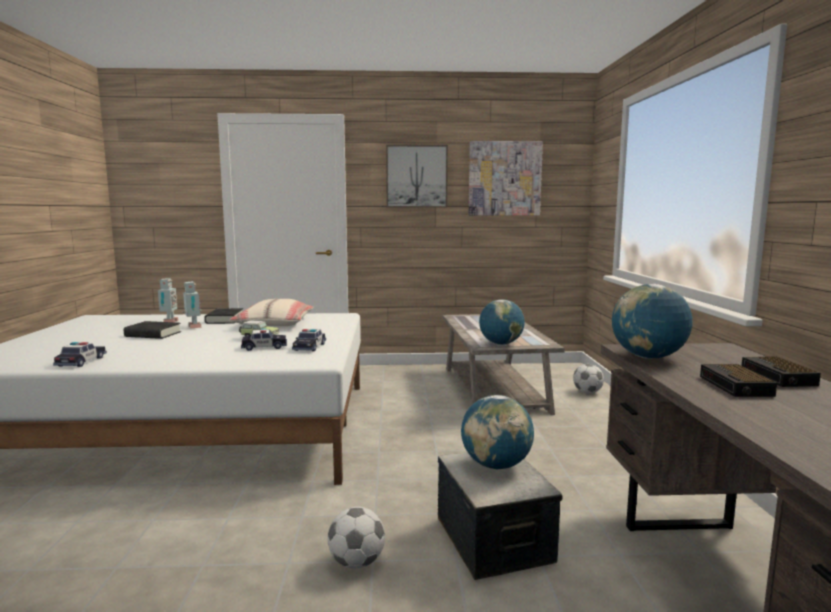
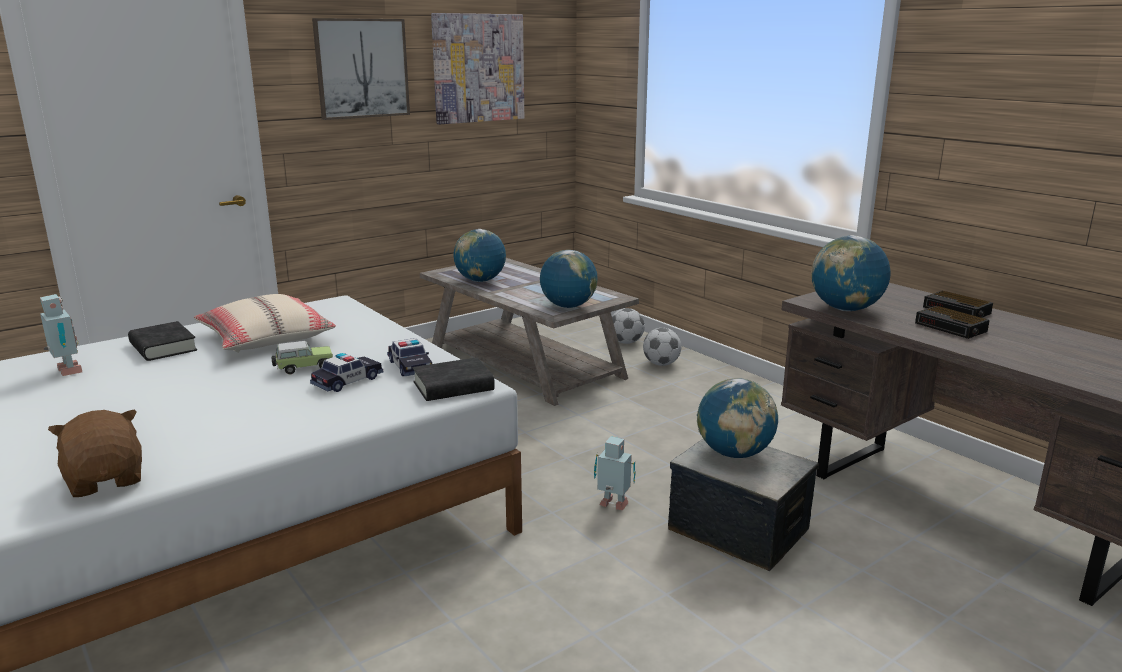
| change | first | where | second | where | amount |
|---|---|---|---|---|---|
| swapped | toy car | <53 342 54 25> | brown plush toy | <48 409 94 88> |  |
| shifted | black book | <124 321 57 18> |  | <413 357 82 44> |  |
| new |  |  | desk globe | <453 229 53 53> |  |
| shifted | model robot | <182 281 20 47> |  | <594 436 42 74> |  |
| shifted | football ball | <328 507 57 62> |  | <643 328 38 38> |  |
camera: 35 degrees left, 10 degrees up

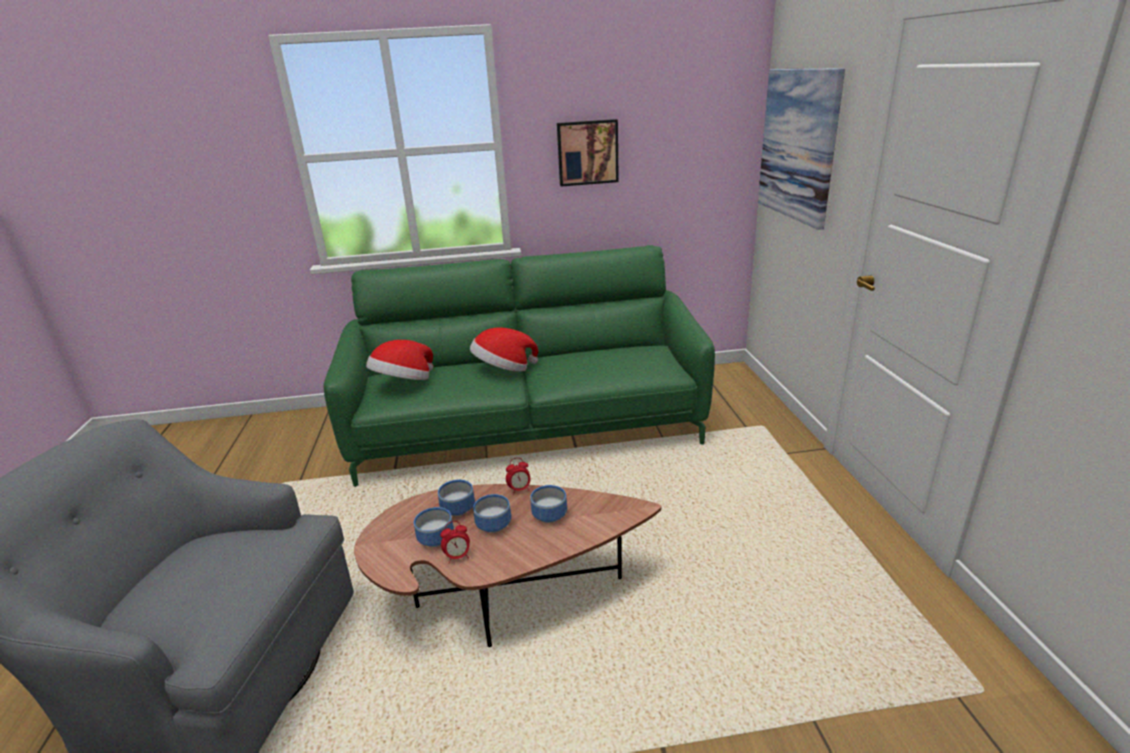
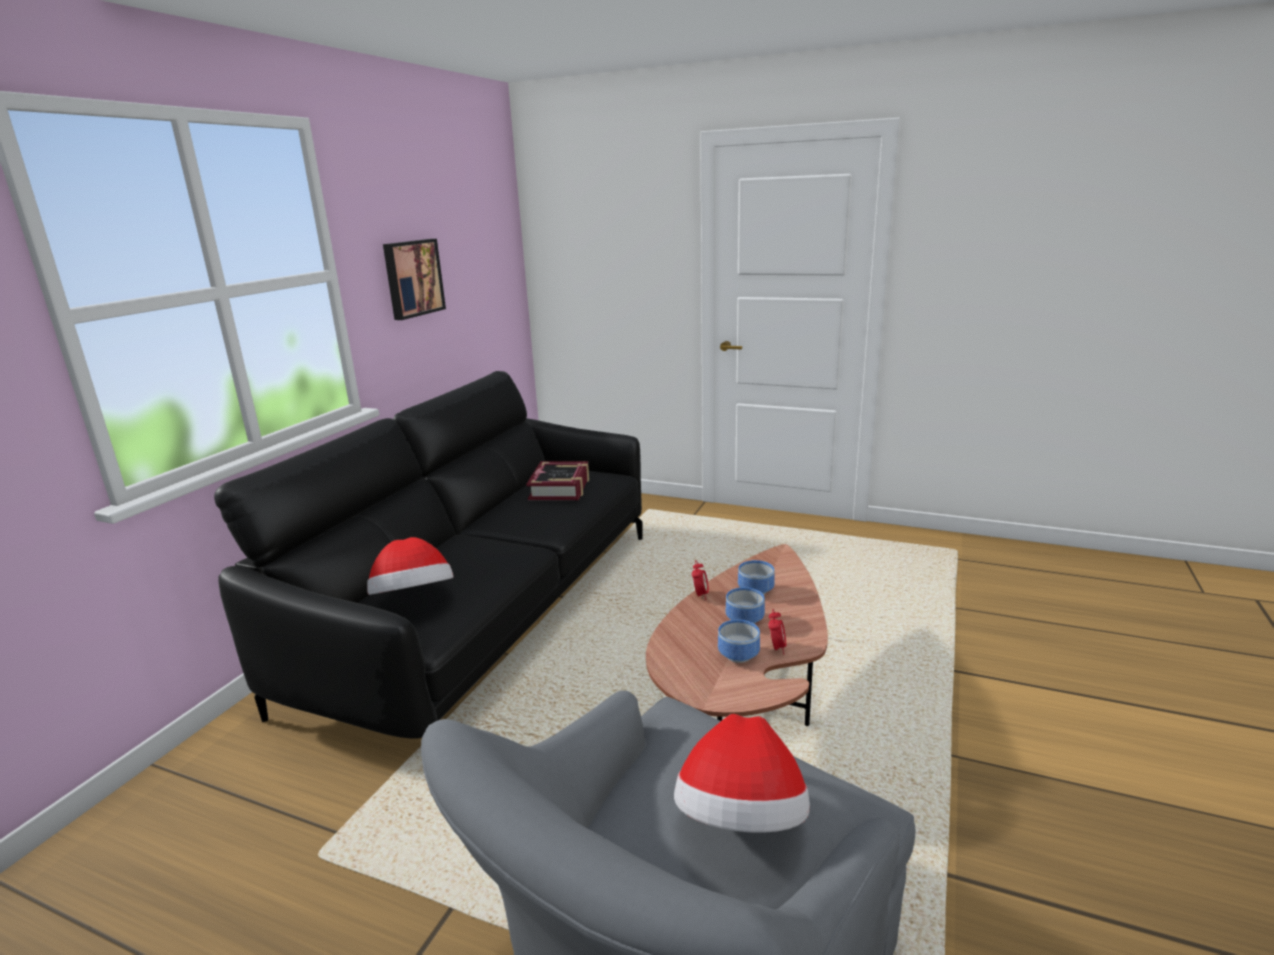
| change | first | where | second | where | amount |
|---|---|---|---|---|---|
| repainted | green settee | <324 245 391 242> | black settee | <214 371 429 368> |  |
| new |  |  | book | <526 461 63 39> |  |
| shifted | wearable hat | <470 328 68 44> |  | <674 714 136 119> |  |
| gone | deep dish | <438 480 37 36> |  |  |  |
| gone | wall picture | <758 68 87 162> |  |  |  |
camera: 60 degrees left, 5 degrees down

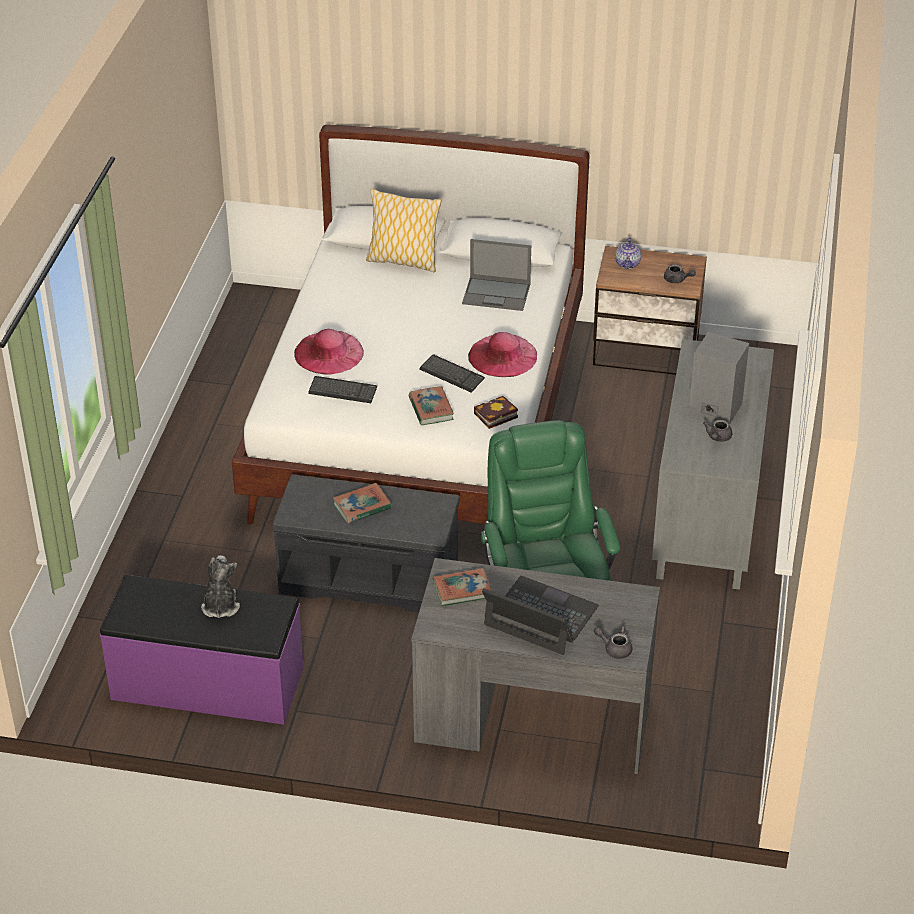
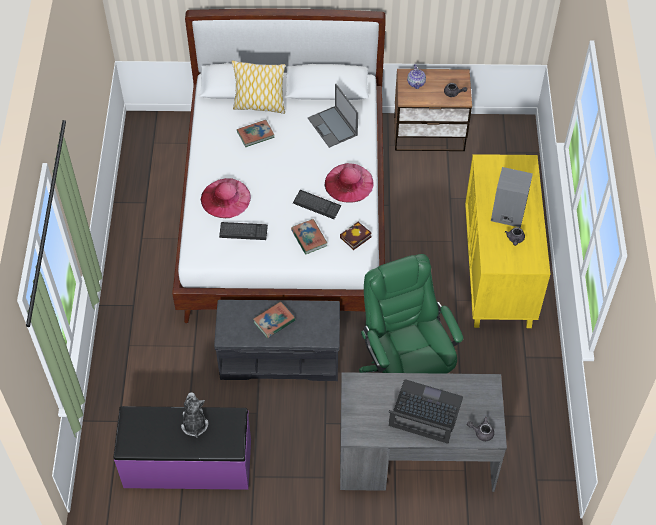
| change | first | where | second | where | amount |
|---|---|---|---|---|---|
| shifted | book | <433 568 59 38> |  | <237 120 38 27> |  |
| rotated | laptop | <462 239 69 72> |  | <308 84 50 64> | 60 degrees clockwise |
| repainted | grey drawer chest | <652 339 122 251> | yellowish drawer chest | <465 154 85 174> |  |
camera: 10 degrees left, 15 degrees up

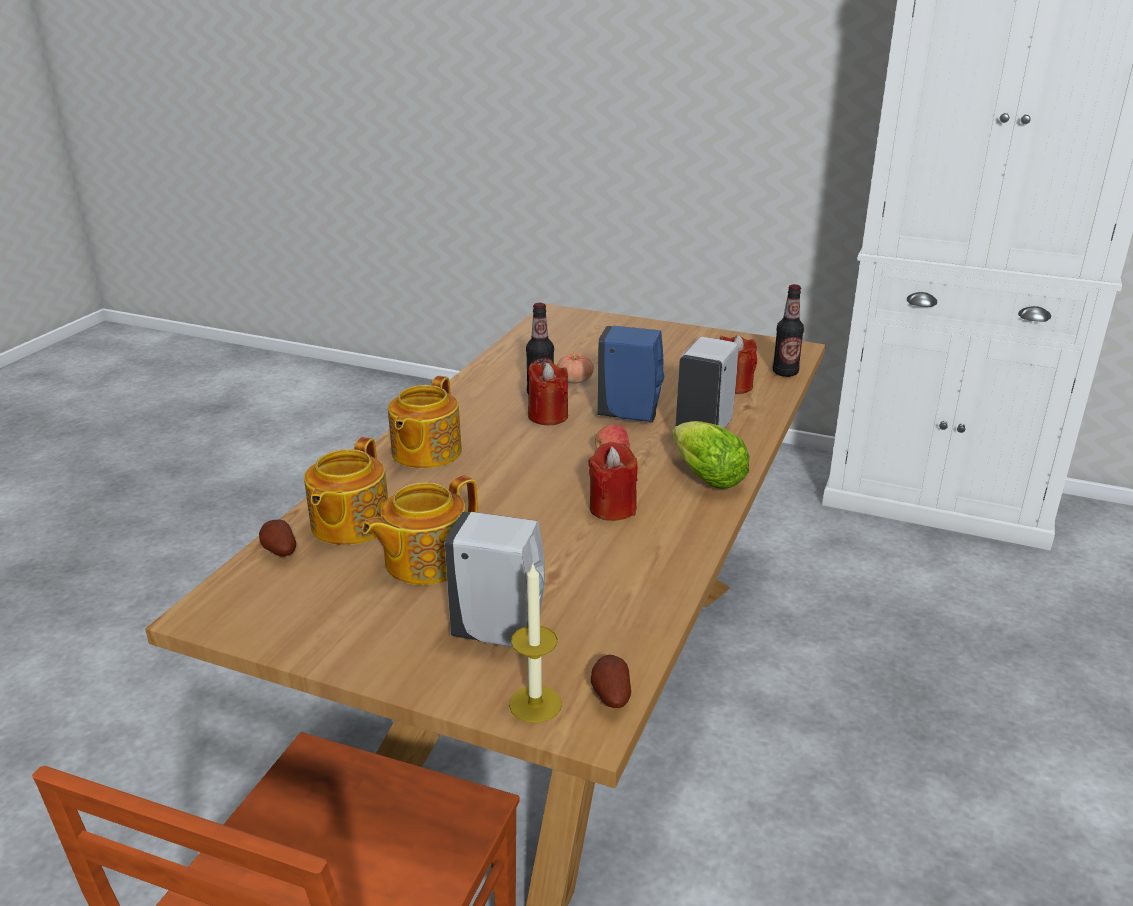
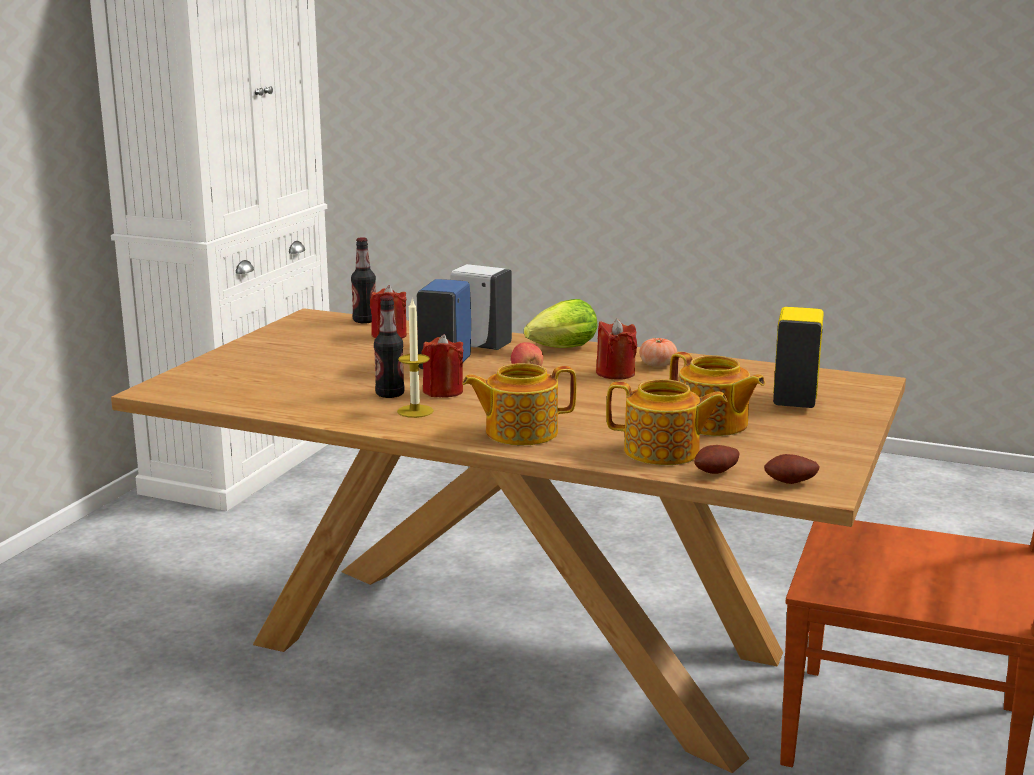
| change | first | where | second | where | amount |
|---|---|---|---|---|---|
| shifted | candle | <509 564 53 159> |  | <397 297 37 121> |  |
| rotated | pot for tea | <388 376 74 92> |  | <462 363 114 82> | 150 degrees clockwise |
| shifted | tomato | <557 354 37 29> |  | <639 338 38 29> |  |
| shifted | whole potato | <591 655 40 53> |  | <764 454 56 30> |  |
| repainted | white soap dispenser | <445 512 100 135> | yellowish soap dispenser | <773 307 51 101> |  |
camera: 90 degrees left, 10 degrees down

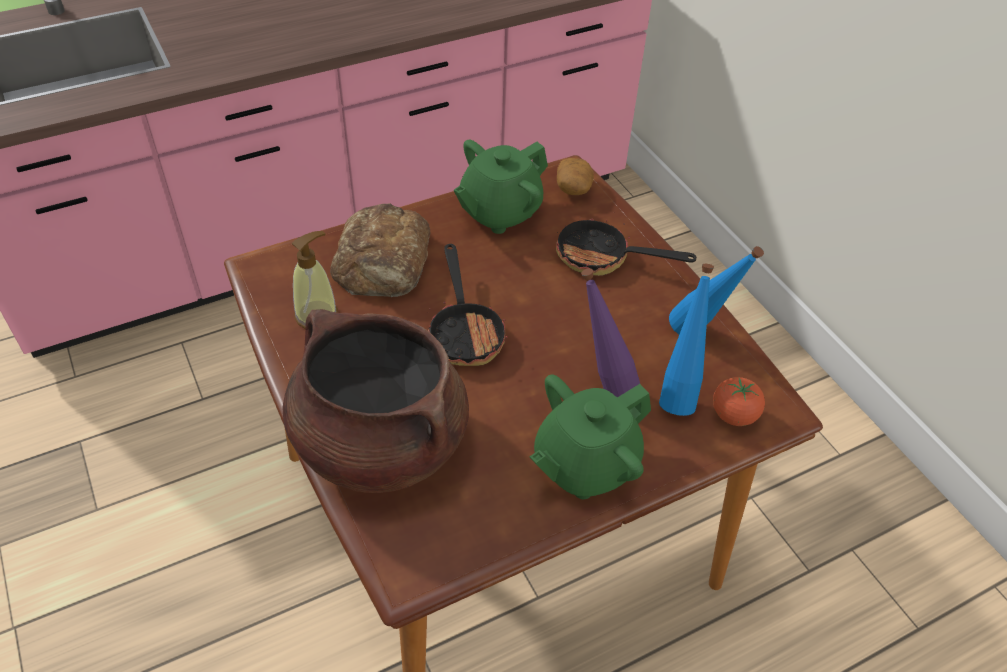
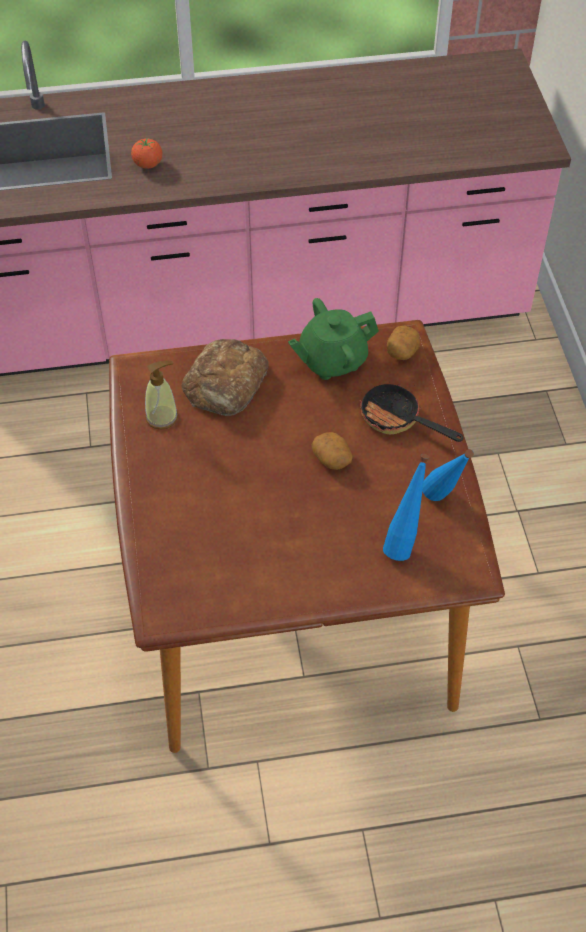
| change | first | where | second | where | amount |
|---|---|---|---|---|---|
| shifted | tomato | <713 377 52 49> |  | <131 138 31 31> |  |
| new |  |  | whole potato | <312 432 41 38> |  |
| gone | brown saucepot | <283 309 186 184> |  |  |  |
| gone | pan | <428 244 79 122> |  |  |  |
| gone | green pot for tea | <530 374 121 125> |  |  |  |
| gone | purplish drink bottle | <581 268 59 129> |  |  |  |
camera: 20 degrees right, 5 degrees up

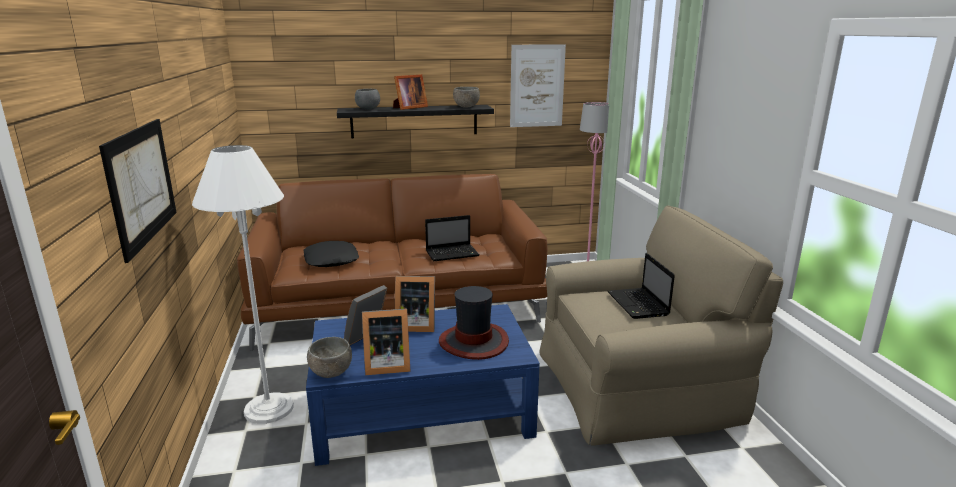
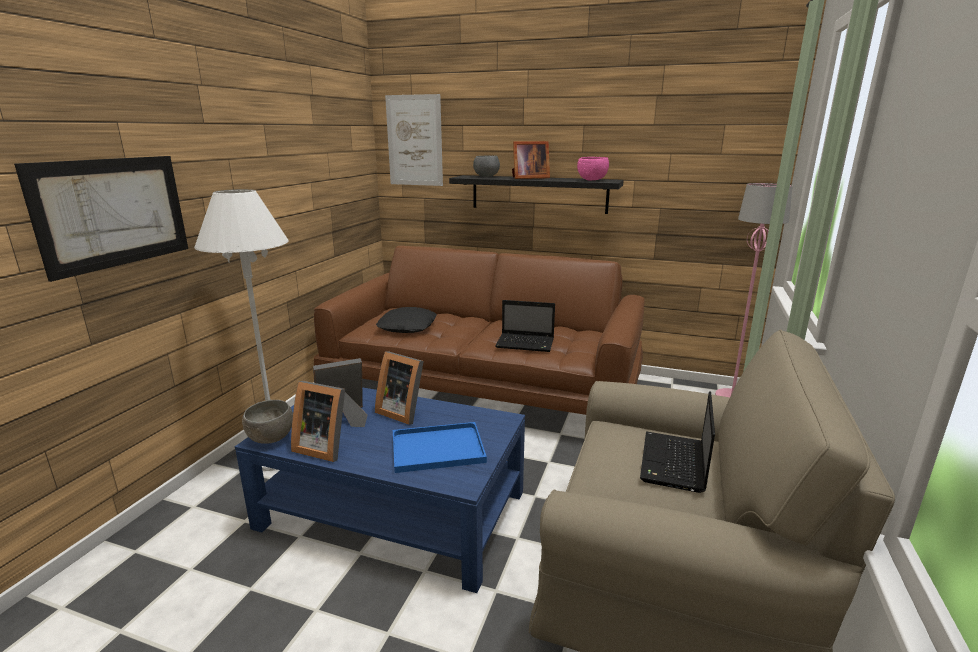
| change | first | where | second | where | amount |
|---|---|---|---|---|---|
| shifted | wall picture | <510 44 56 83> |  | <385 94 58 92> |  |
| swapped | wearable hat | <439 286 70 74> | bluish carrying tray | <393 422 94 51> |  |
| repainted | grey deep dish | <453 87 27 20> | pink deep dish | <577 157 32 24> |  |
camera: 30 degrees right, 0 degrees up

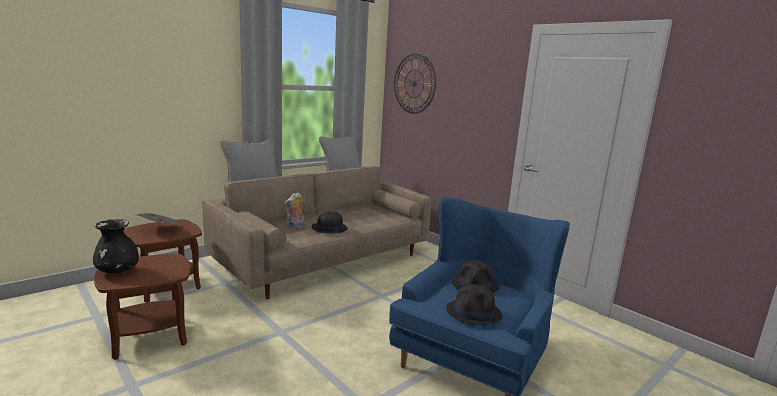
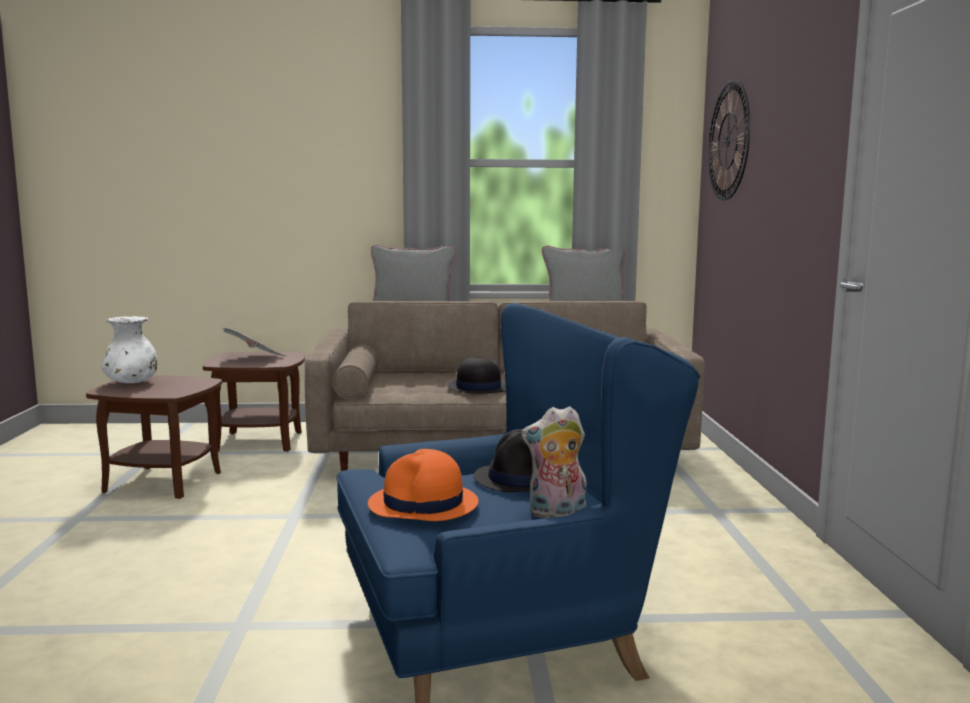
| change | first | where | second | where | amount |
|---|---|---|---|---|---|
| repainted | black vase | <93 219 46 55> | white vase | <101 316 56 67> |  |
| repainted | black wearable hat | <446 284 56 41> | orangey wearable hat | <368 449 111 72> |  |
| shifted | plush toy | <284 192 20 37> |  | <521 406 66 112> |  |
camera: 40 degrees right, 5 degrees down

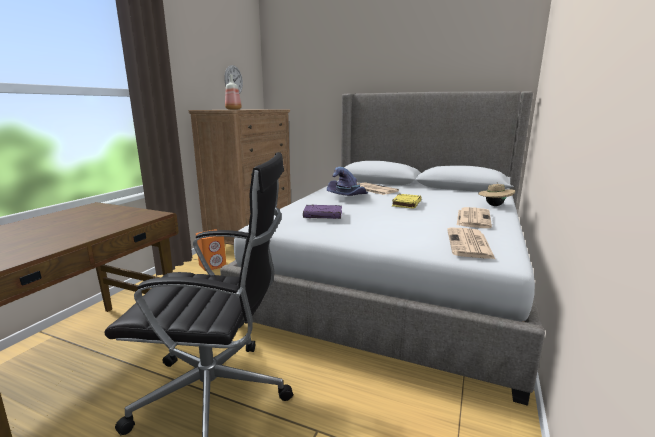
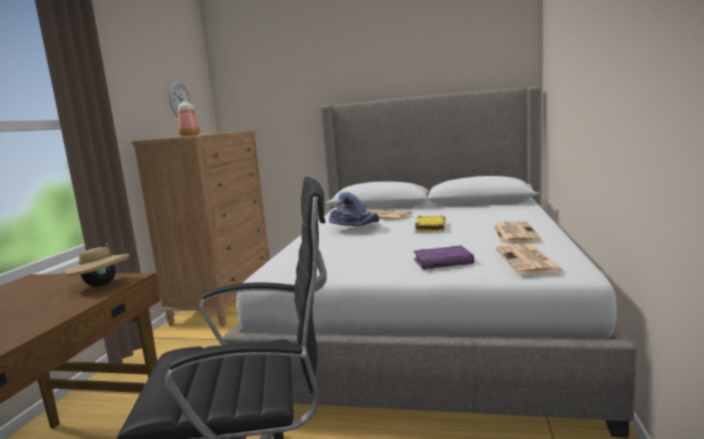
| change | first | where | second | where | amount |
|---|---|---|---|---|---|
| shifted | sand-coloured wearable hat | <478 182 37 24> |  | <64 243 65 44> |  |
| shifted | purplish book | <303 204 39 15> |  | <413 246 61 23> |  |
| gone | orangey loudspeaker | <196 229 30 42> |  |  |  |
camera: 10 degrees left, 5 degrees down

